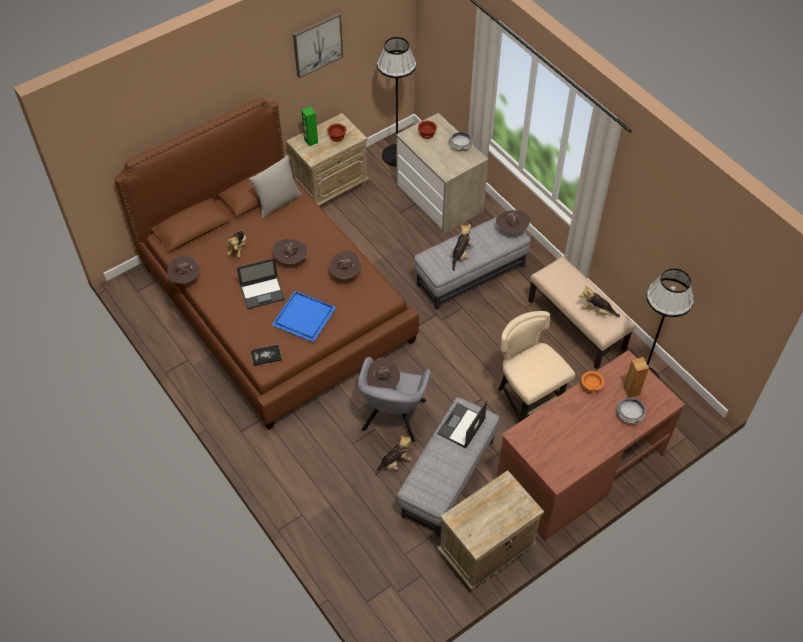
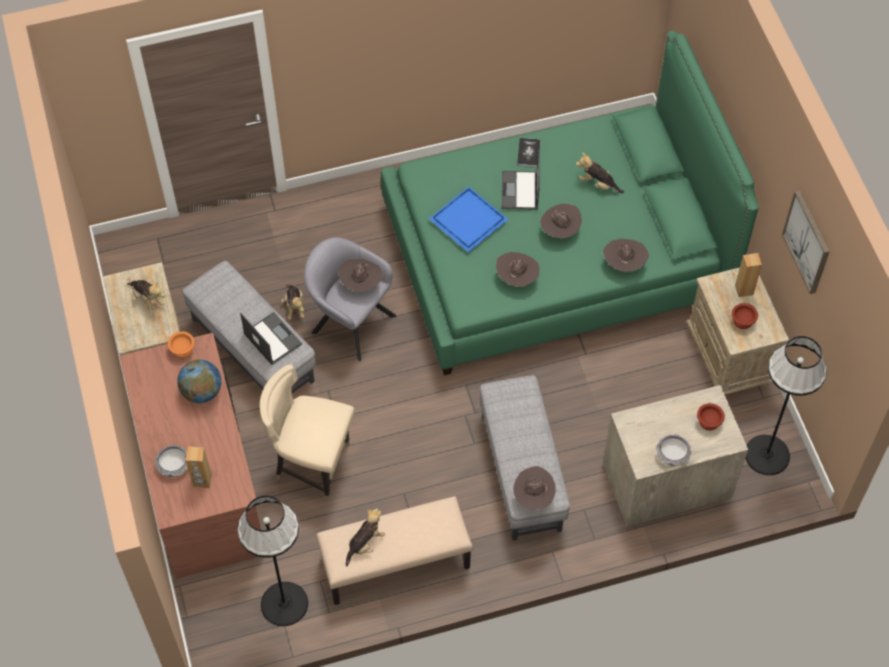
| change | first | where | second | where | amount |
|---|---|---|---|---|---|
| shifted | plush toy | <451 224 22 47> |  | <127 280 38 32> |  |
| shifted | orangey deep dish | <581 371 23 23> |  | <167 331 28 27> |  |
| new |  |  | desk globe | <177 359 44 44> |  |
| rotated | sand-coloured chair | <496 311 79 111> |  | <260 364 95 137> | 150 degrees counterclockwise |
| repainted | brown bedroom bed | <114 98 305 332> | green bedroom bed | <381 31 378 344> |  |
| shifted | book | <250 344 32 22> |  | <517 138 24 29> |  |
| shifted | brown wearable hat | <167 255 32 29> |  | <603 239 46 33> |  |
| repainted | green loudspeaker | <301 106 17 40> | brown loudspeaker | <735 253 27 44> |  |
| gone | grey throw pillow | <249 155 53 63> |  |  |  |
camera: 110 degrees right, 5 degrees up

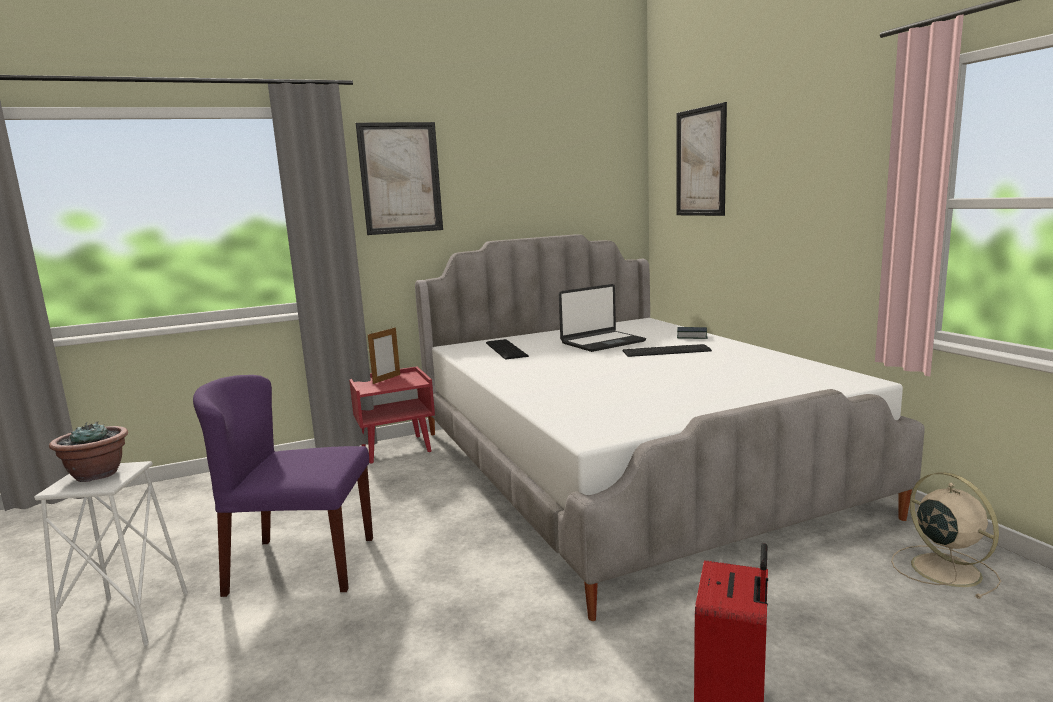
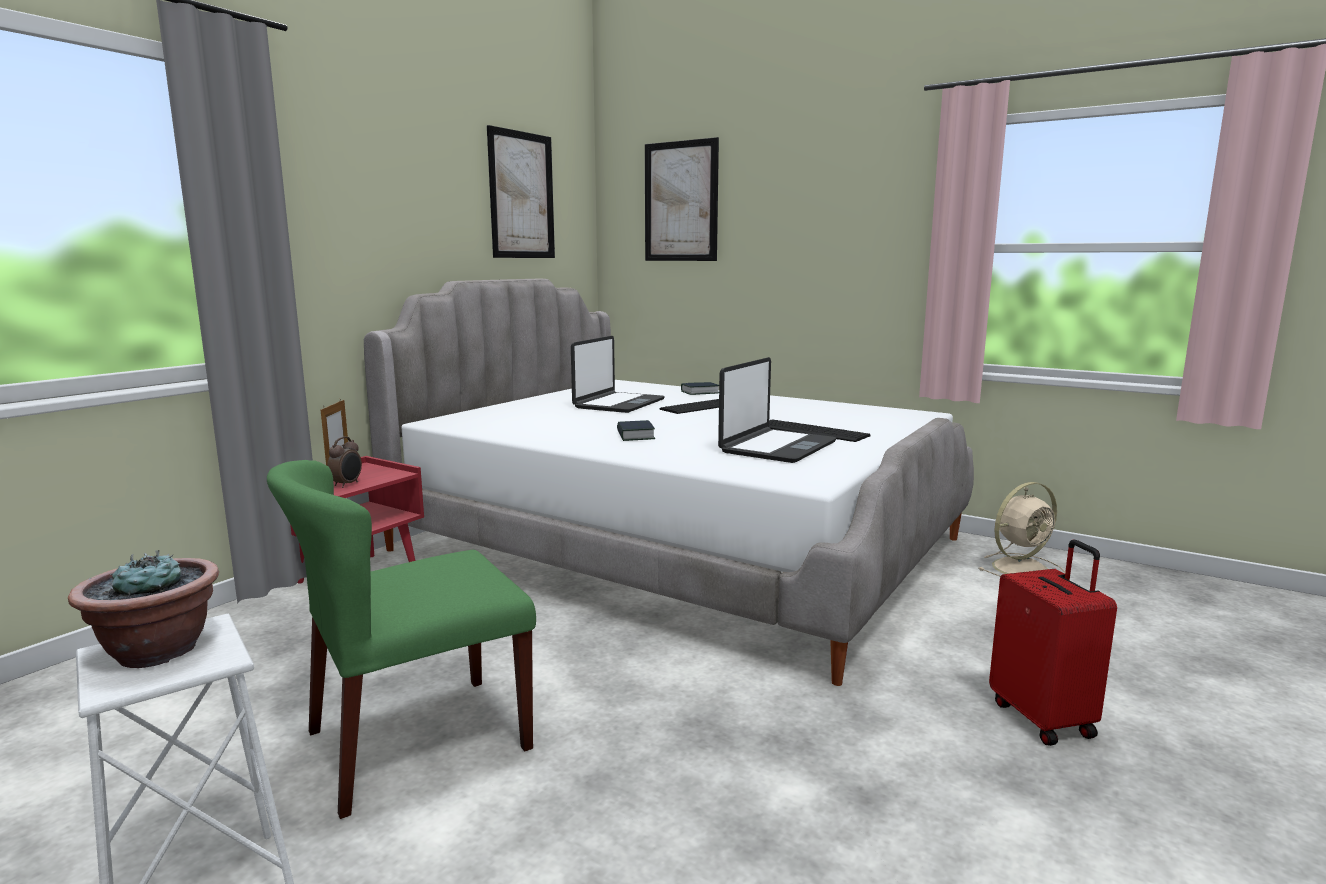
| change | first | where | second | where | amount |
|---|---|---|---|---|---|
| repainted | purplish chair | <193 375 180 222> | green chair | <267 460 269 359> |  |
| new |  |  | table clock | <327 437 35 51> |  |
| shifted | wall picture | <355 122 88 113> |  | <487 125 68 133> |  |
| new |  |  | book | <617 420 38 21> |  |
| new |  |  | laptop | <718 357 118 106> |  |
| shifted | keyboard | <486 339 43 21> |  | <769 419 102 23> |  |
| rotated | sand-coloured electric fan | <891 472 110 127> |  | <979 482 86 95> | 120 degrees clockwise |
camera: 35 degrees left, 0 degrees up

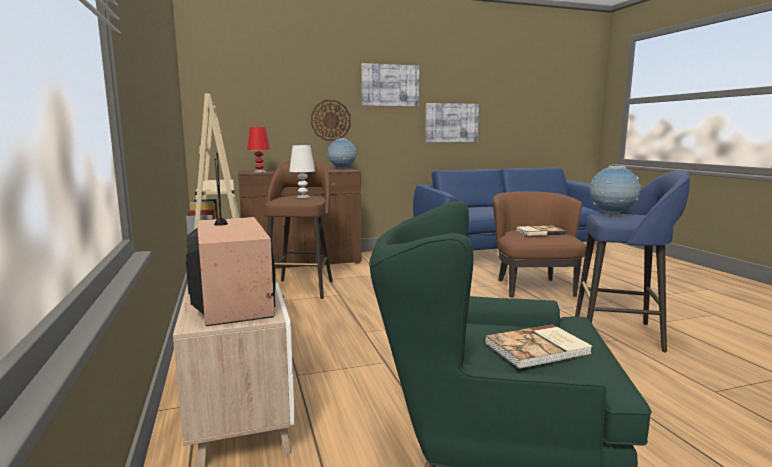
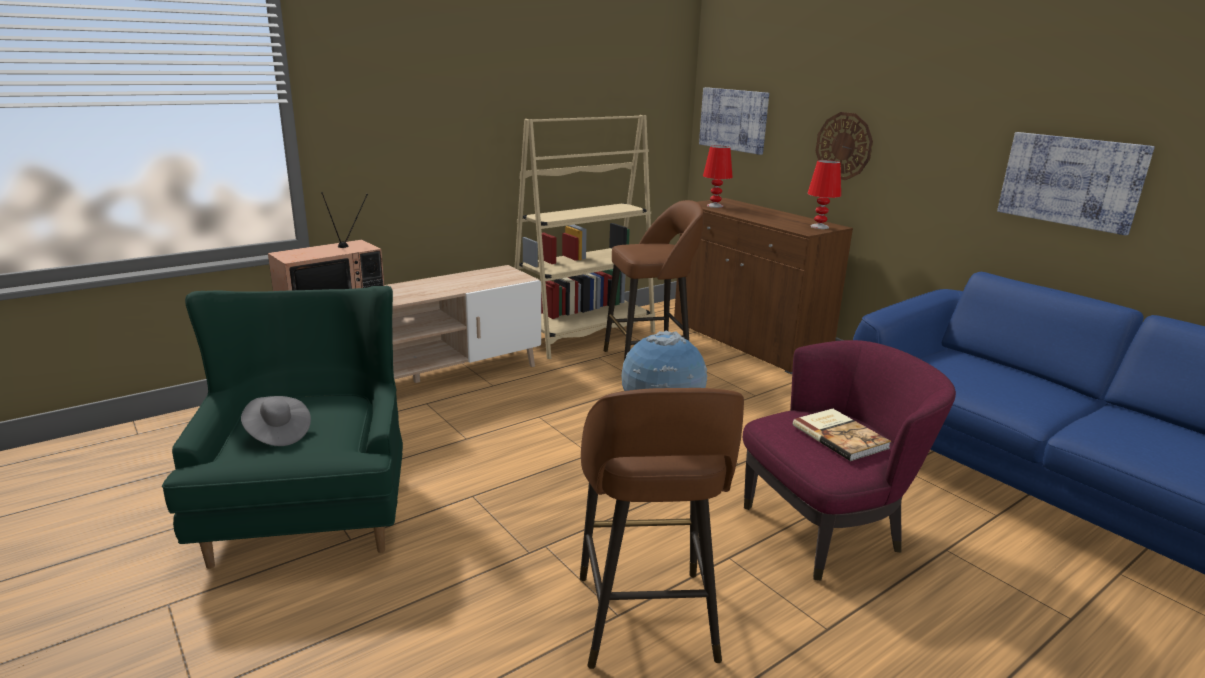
| change | first | where | second | where | amount |
|---|---|---|---|---|---|
| swapped | book | <485 324 108 45> | grey wearable hat | <241 396 70 50> |  |
| repainted | bluish sitting stool | <575 170 115 182> | brown sitting stool | <580 388 164 281> |  |
| shifted | wall picture | <361 63 58 44> |  | <699 87 70 68> |  |
| repainted | brown easy chair | <493 191 93 107> | purplish easy chair | <743 340 213 241> |  |
| swapped | desk globe | <327 138 30 31> | red table lamp | <808 160 33 69> |  |
| gone | white table lamp | <289 145 26 53> |  |  |  |
camera: 70 degrees right, 10 degrees up

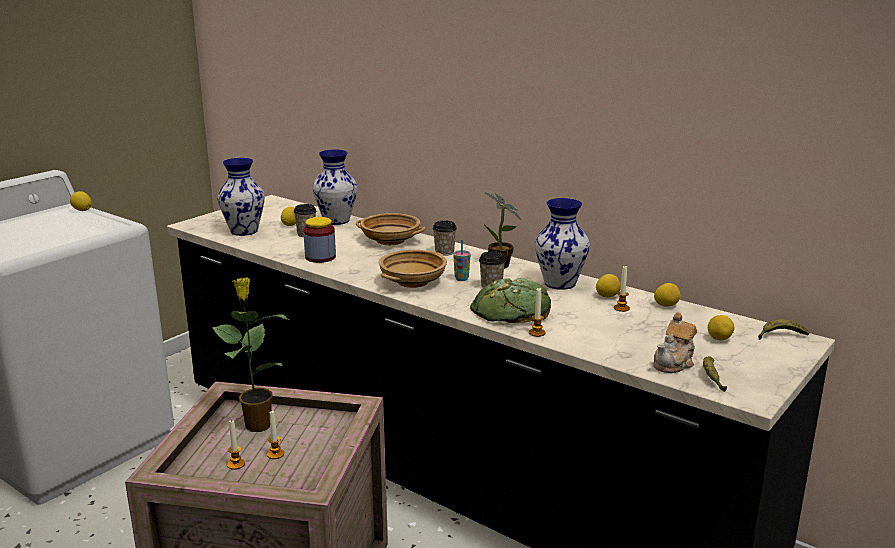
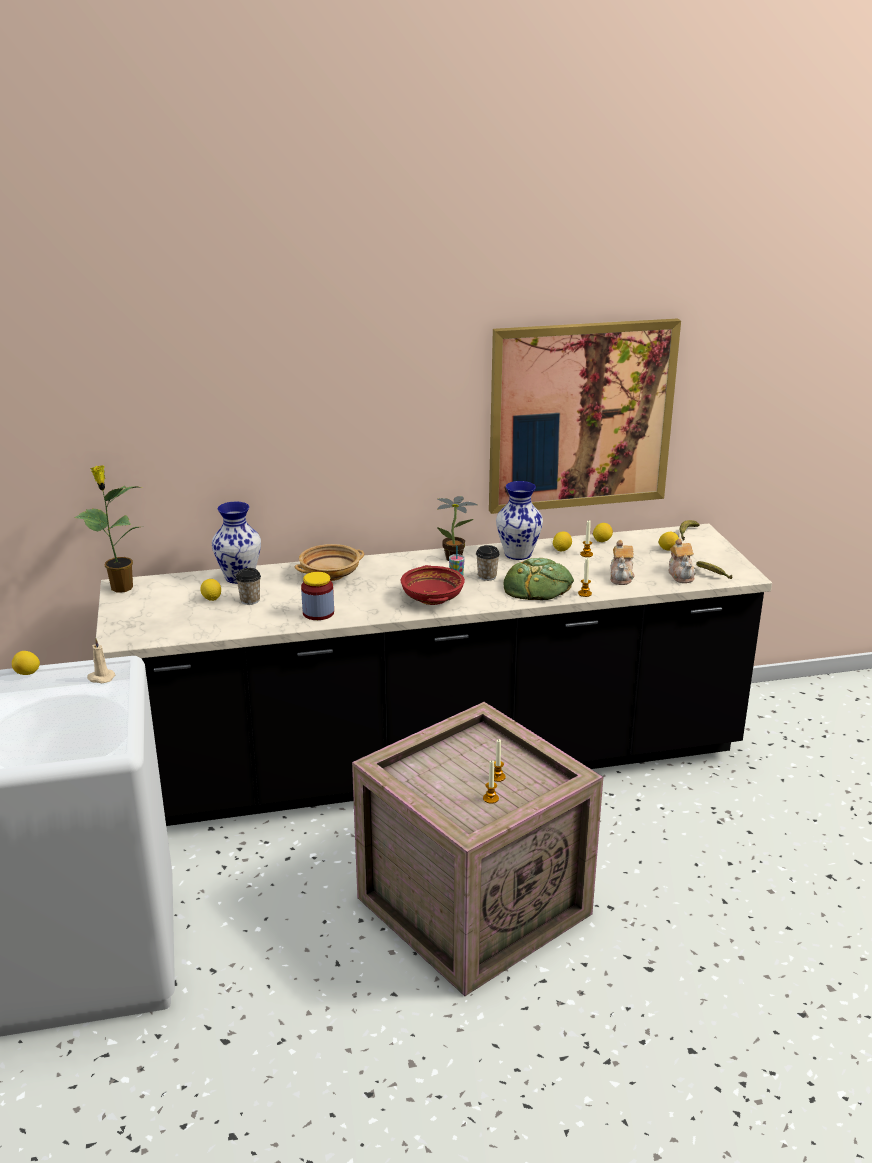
| change | first | where | second | where | amount |
|---|---|---|---|---|---|
| shifted | plant in a pot | <212 277 77 155> |  | <74 465 70 128> |  |
| new |  |  | sand-coloured candle | <87 638 29 45> |  |
| repainted | sand-coloured deep dish | <379 250 68 38> | red deep dish | <401 565 64 40> |  |
| new |  |  | wall picture | <489 319 192 195> |  |
| new |  |  | pot for tea | <610 540 24 45> |  |
| gone | vase | <217 158 48 78> |  |  |  |
| gone | drinking cup | <433 220 24 36> |  |  |  |
camera: 50 degrees left, 5 degrees up

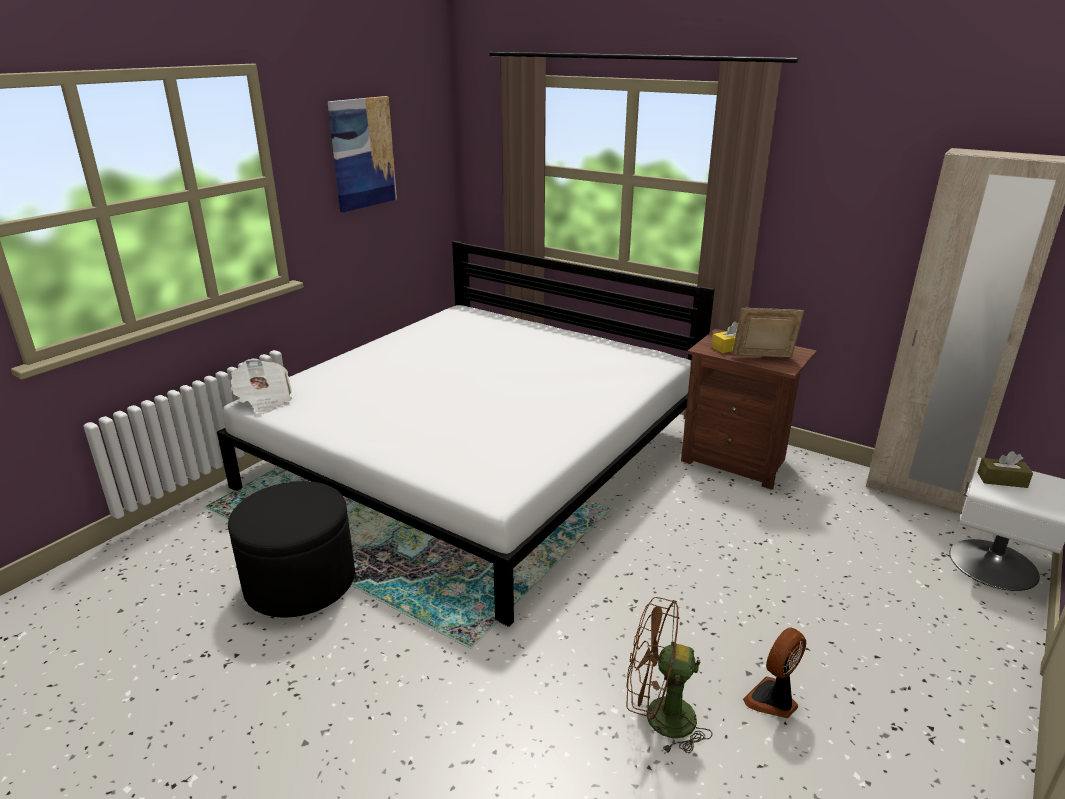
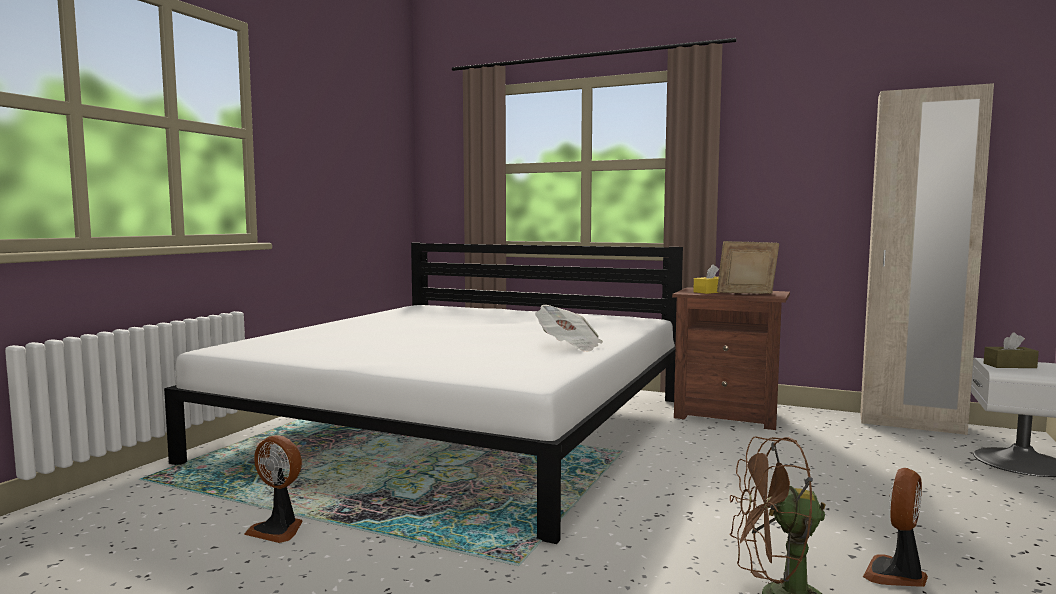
| change | first | where | second | where | amount |
|---|---|---|---|---|---|
| swapped | black footrest | <228 481 127 137> | electric fan | <244 435 59 108> |  |
| shifted | newspaper | <231 359 61 55> |  | <535 305 68 47> |  |
| gone | wall picture | <328 96 69 116> |  |  |  |
camera: 10 degrees left, 20 degrees down

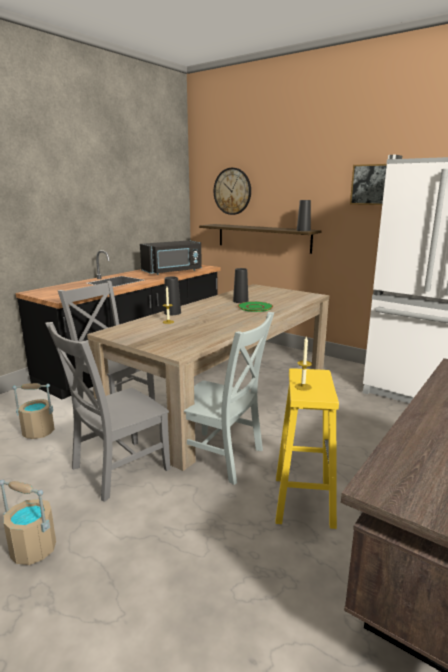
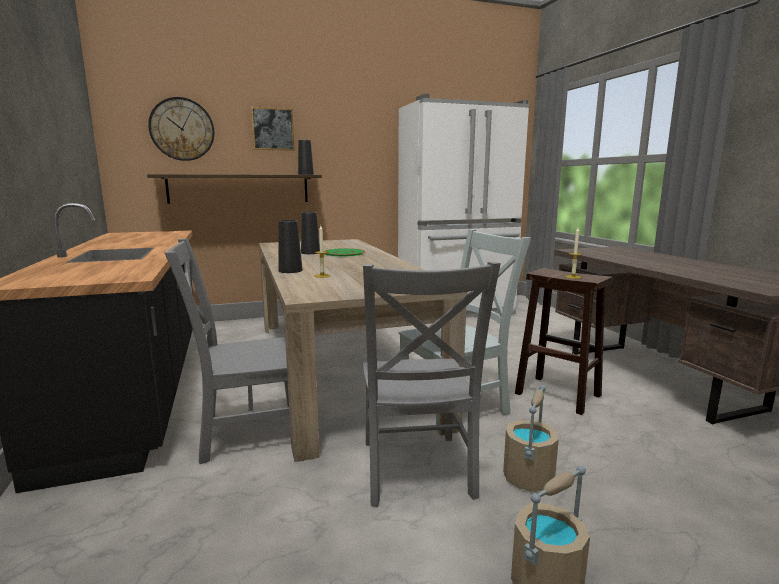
| change | first | where | second | where | amount |
|---|---|---|---|---|---|
| shifted | wall picture | <350 164 37 41> |  | <251 107 44 44> |  |
| shifted | sand-coloured water bucket | <12 383 42 56> |  | <503 385 56 107> |  |
| repainted | yellowish sitting stool | <276 368 63 161> | brown sitting stool | <515 268 97 147> |  |
| gone | black microwave | <140 240 62 35> |  |  |  |
camera: 55 degrees left, 5 degrees down

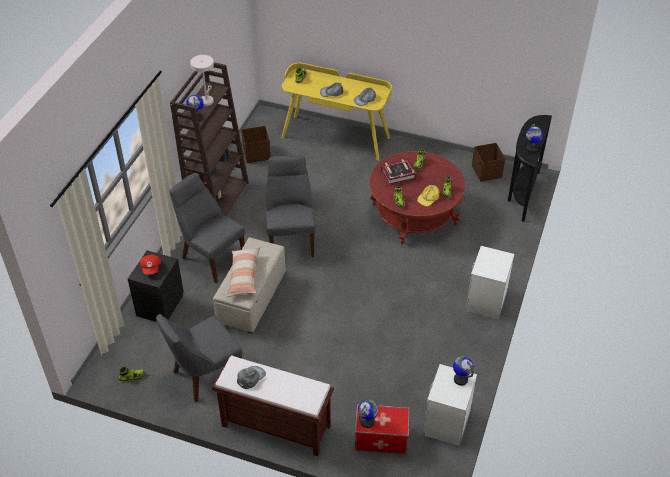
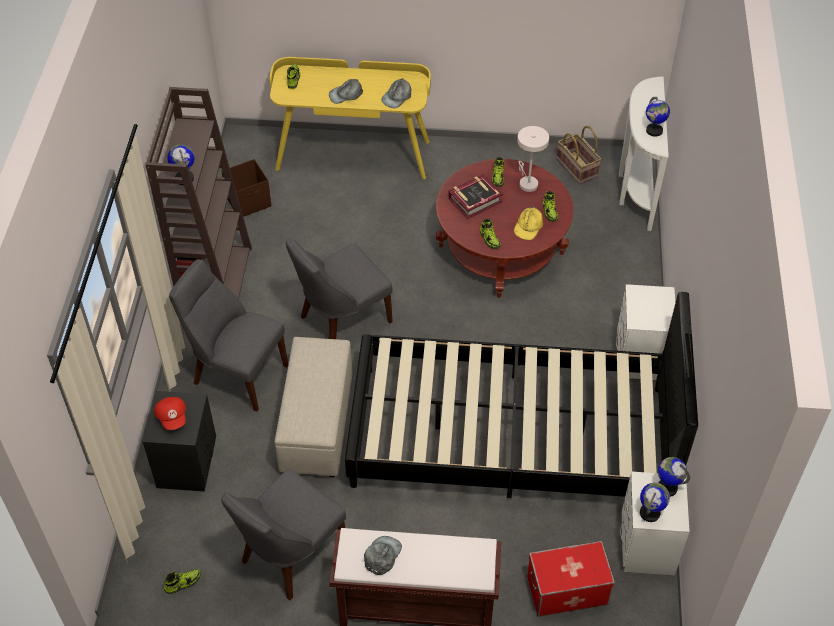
| change | first | where | second | where | amount |
|---|---|---|---|---|---|
| rotated | grey chair | <266 155 50 102> |  | <286 237 107 102> | 105 degrees counterclockwise |
| new |  |  | black bedroom bed | <345 292 353 206> |  |
| shifted | white table lamp | <190 55 24 51> |  | <517 126 32 66> |  |
| swapped | brown storage bin | <472 143 33 39> | household basket | <557 126 44 59> |  |
| repainted | black narrow table | <508 115 44 107> | white narrow table | <619 76 50 155> |  |
| shifted | desk globe | <358 400 20 28> |  | <640 483 30 39> |  |
| gone | throw pillow | <226 247 34 50> |  |  |  |
camera: 15 degrees left, 5 degrees up

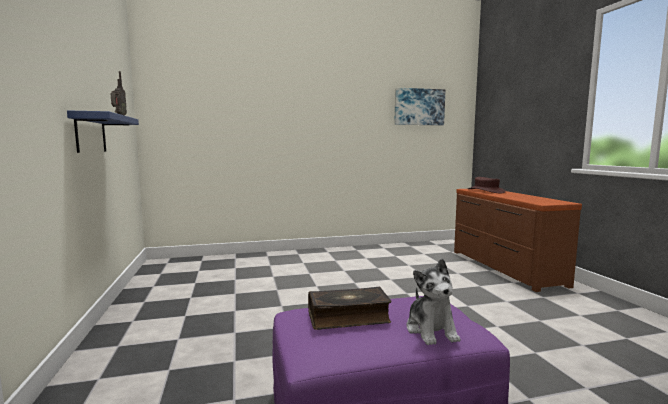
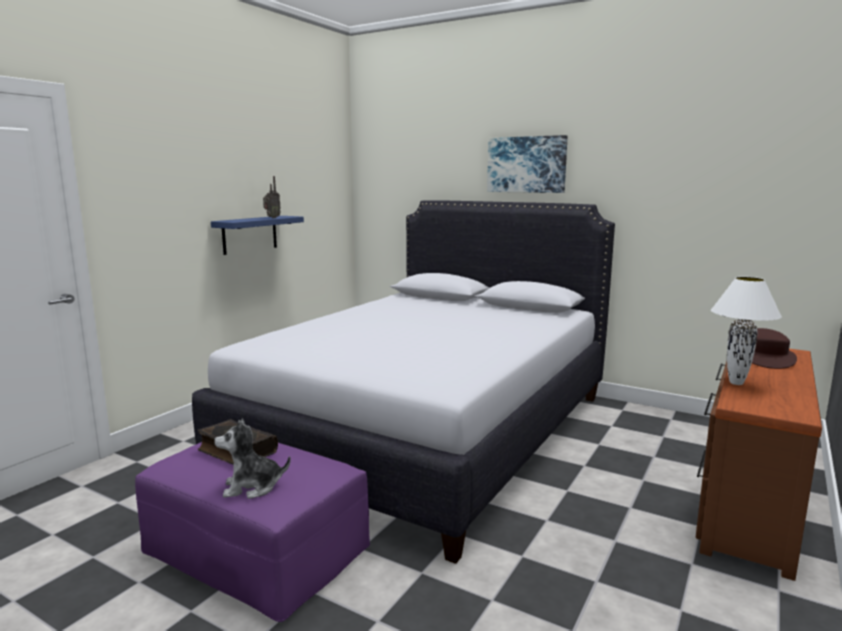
| change | first | where | second | where | amount |
|---|---|---|---|---|---|
| new |  |  | white bedroom bed | <192 200 423 364> |  |
| rotated | plush toy | <407 258 53 87> |  | <214 419 77 80> | 45 degrees clockwise |
| shifted | wall picture | <394 88 51 37> |  | <487 135 81 58> |  |
| new |  |  | white table lamp | <711 277 71 108> |  |
camera: 45 degrees right, 5 degrees up

